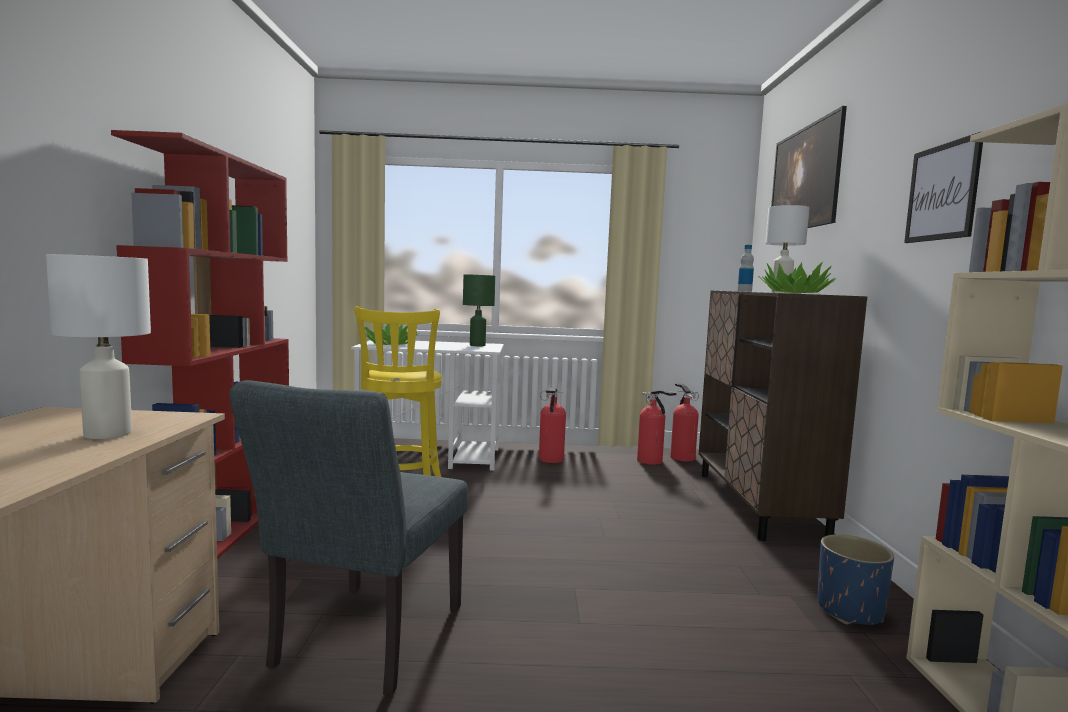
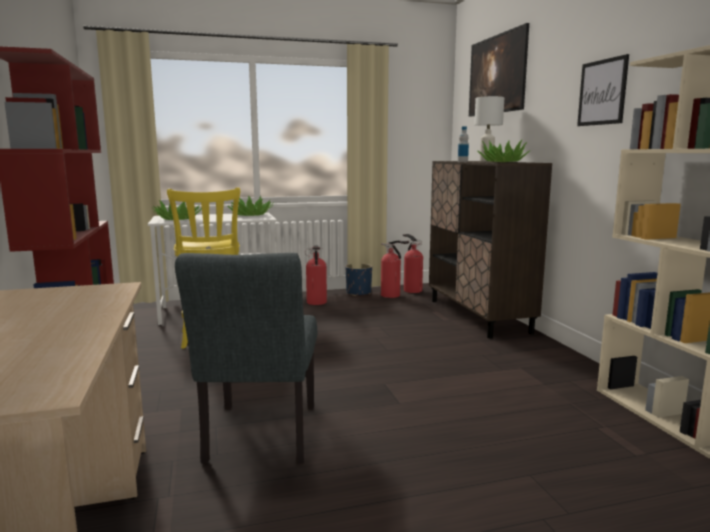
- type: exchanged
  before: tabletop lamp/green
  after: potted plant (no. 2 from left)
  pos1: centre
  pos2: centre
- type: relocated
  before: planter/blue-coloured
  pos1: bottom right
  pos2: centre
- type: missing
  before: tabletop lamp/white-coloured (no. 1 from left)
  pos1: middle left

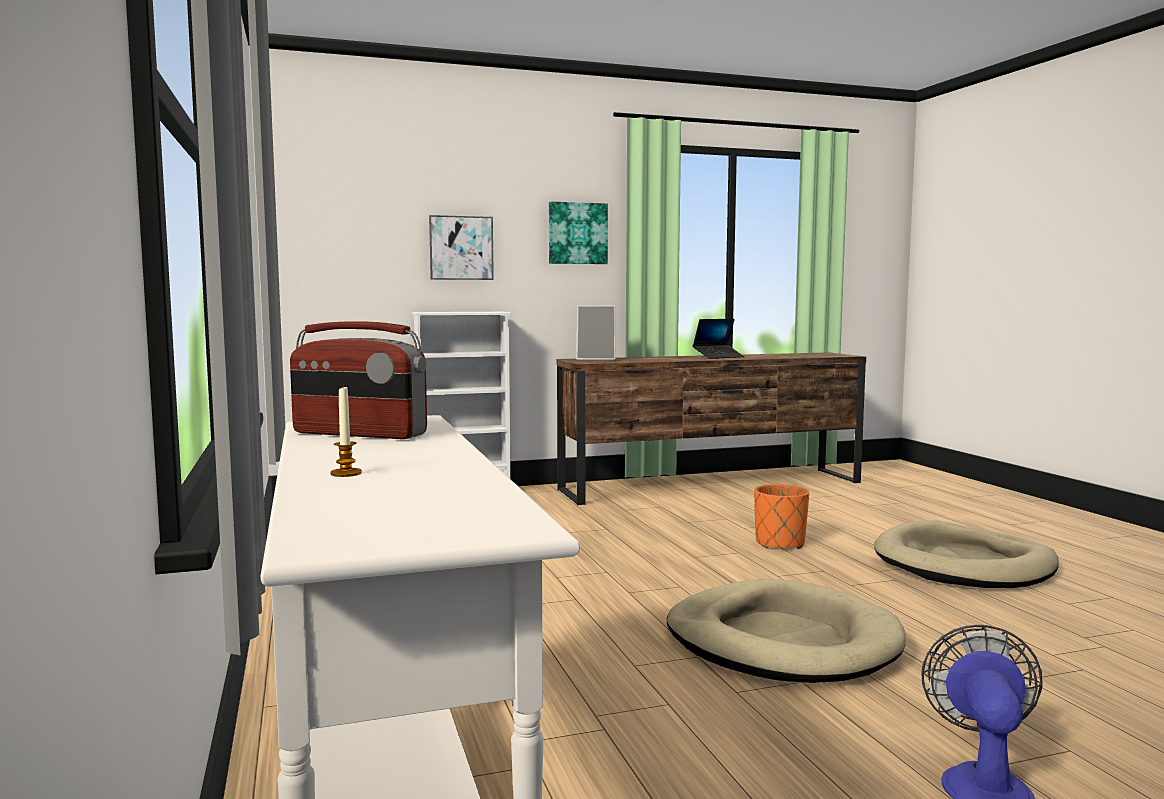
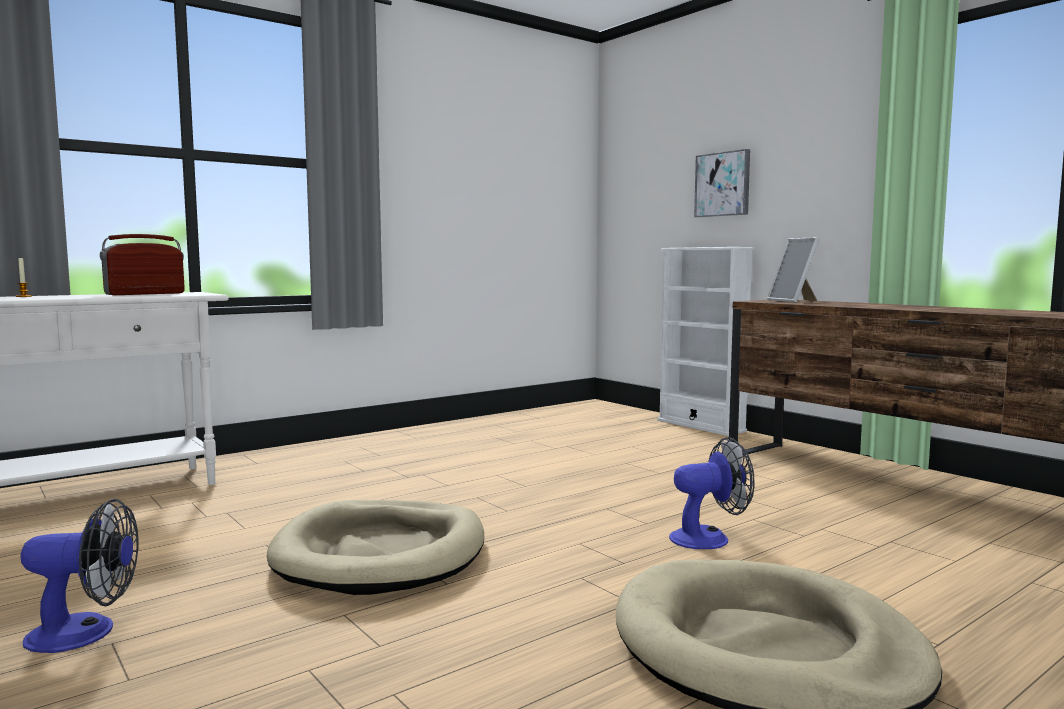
- type: spun
  before: radio
  pos1: middle left
  pos2: middle left
  turn: 45
- type: exchanged
  before: planter/orangey
  after: fan (no. 2 from left)
  pos1: middle right
  pos2: bottom right
- type: missing
  before: wall art (no. 2 from left)
  pos1: top centre
- type: missing
  before: notebook computer
  pos1: centre

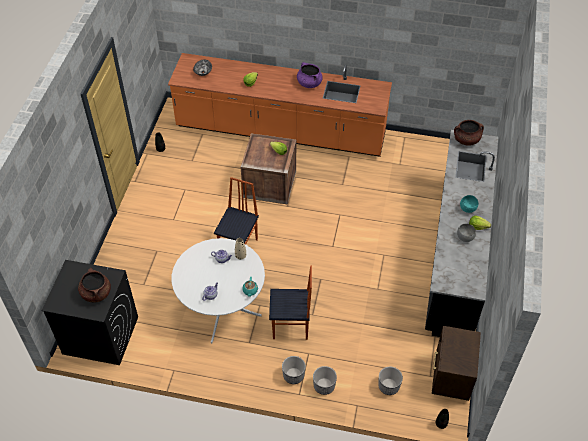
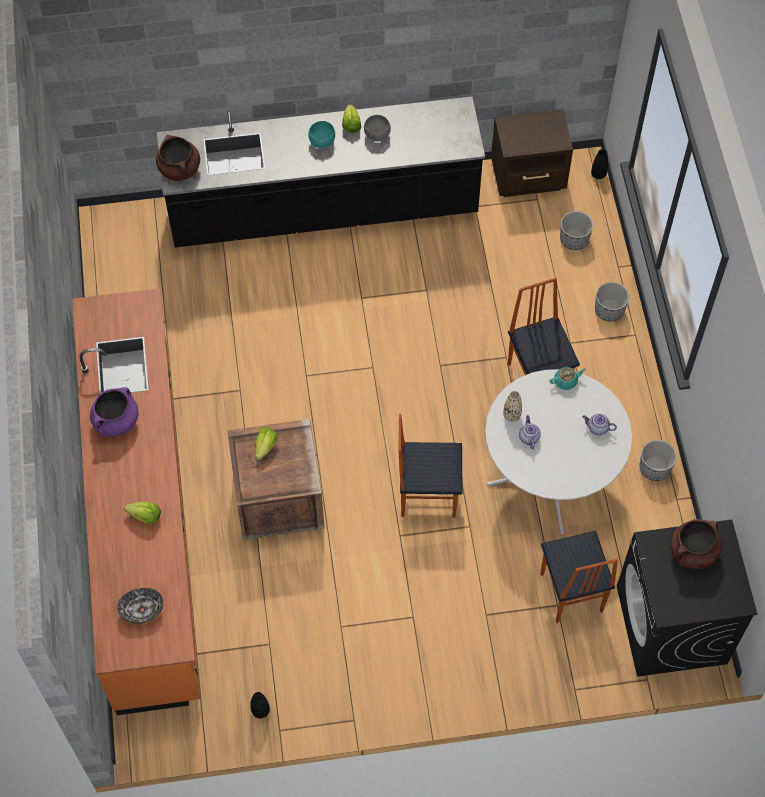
- type: appeared
  after: chair (no. 3 from left)
  pos2: bottom right
- type: relocated
  before: planter (no. 1 from left in the first image)
  after: planter (no. 3 from left)
  pos1: bottom centre
  pos2: middle right

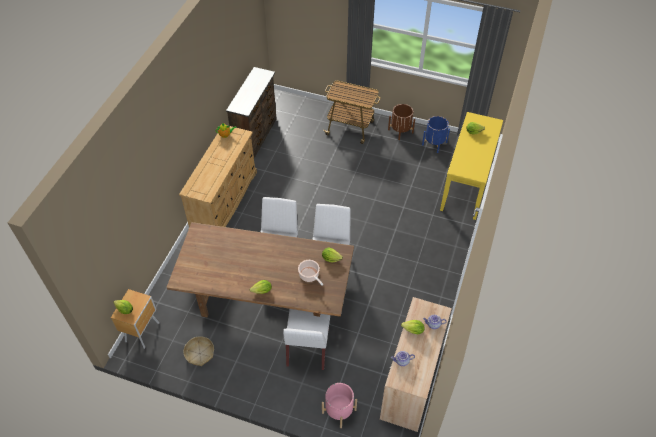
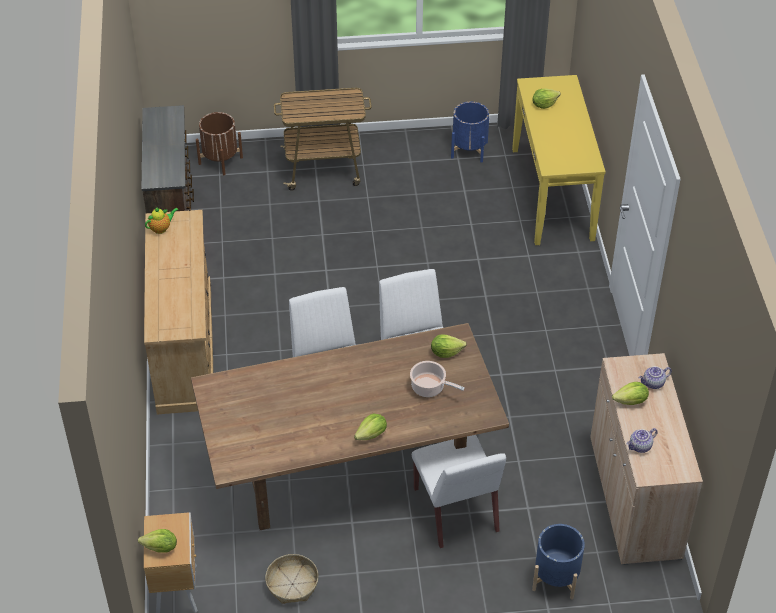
- type: relocated
  before: planter/brownish
  pos1: top centre
  pos2: top left
- type: colour
  before: planter/pinkish
  after: planter/blue-coloured (no. 2 from left)
  pos1: bottom centre
  pos2: bottom right

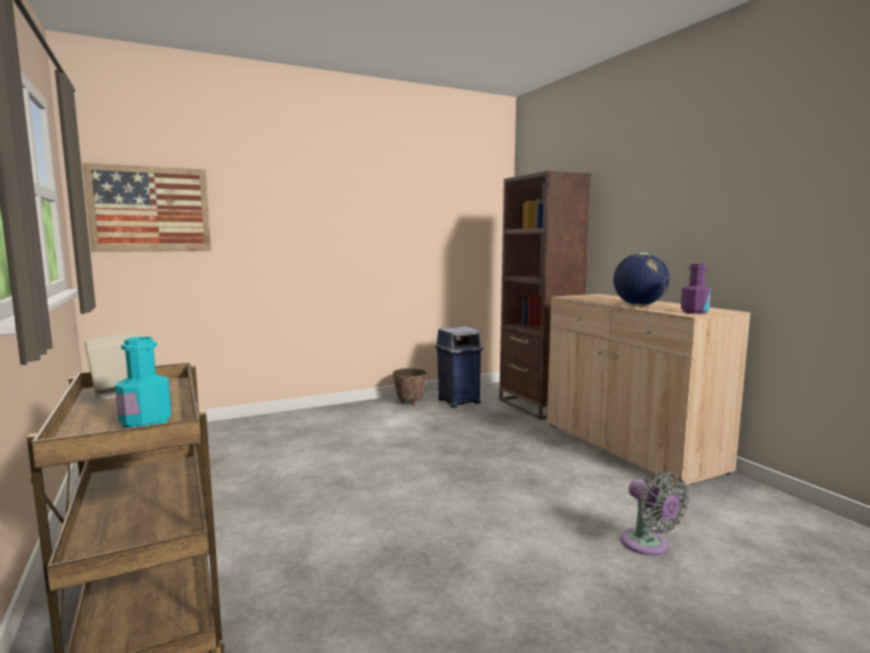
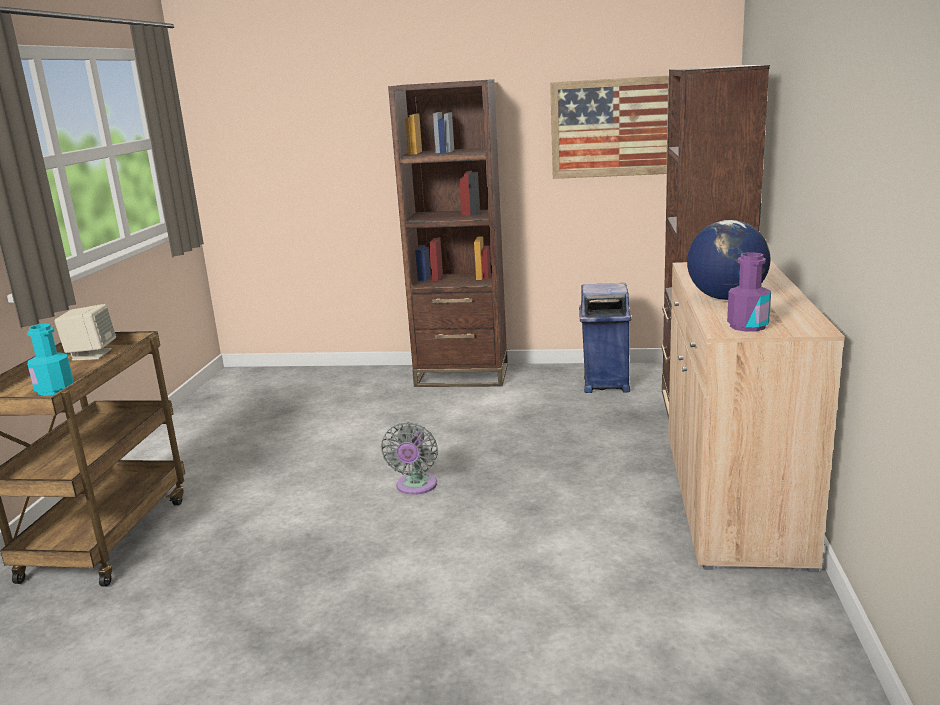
- type: relocated
  before: fan/greyish
  pos1: bottom right
  pos2: centre
- type: appeared
  after: bookshelf/brownish (no. 1 from left)
  pos2: top centre
- type: relocated
  before: wall art
  pos1: top left
  pos2: top centre
- type: missing
  before: planter
  pos1: centre

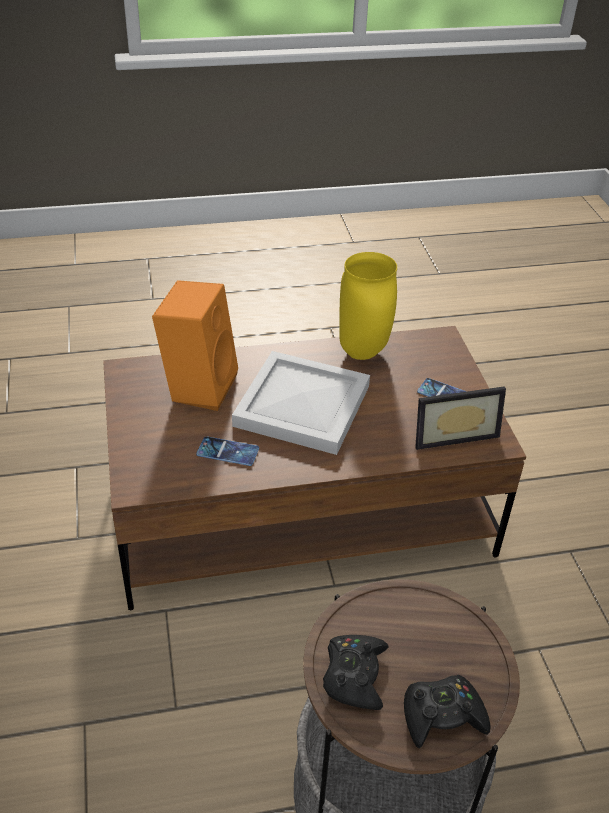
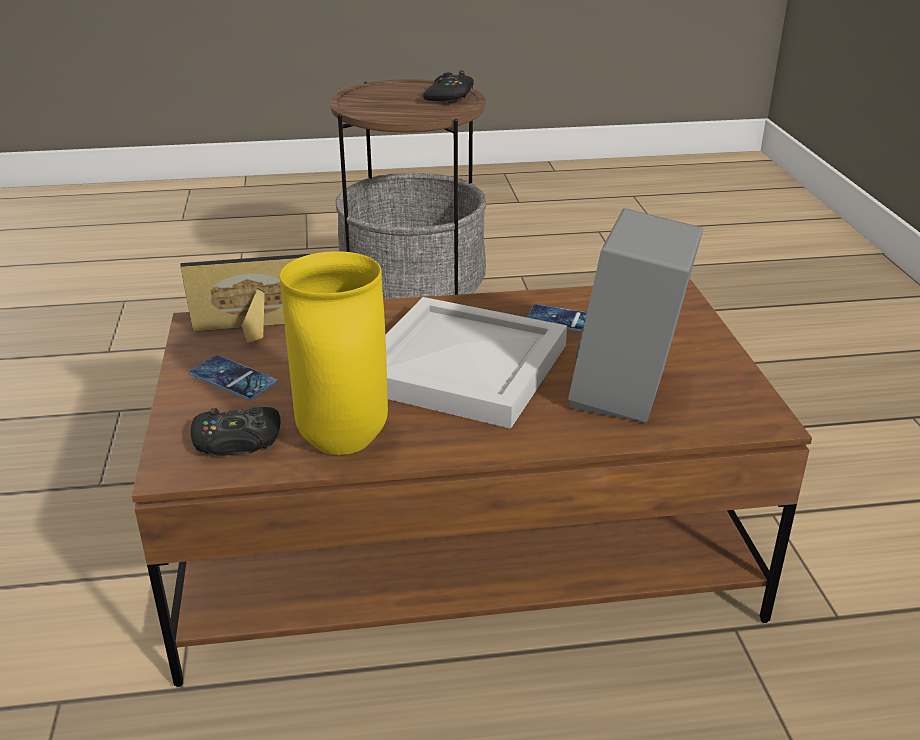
- type: relocated
  before: joypad/blackish (no. 2 from left in the first image)
  after: joypad/blackish (no. 1 from left)
  pos1: bottom right
  pos2: middle left
- type: colour
  before: speaker/orangey
  after: speaker/greyish
  pos1: middle left
  pos2: middle right

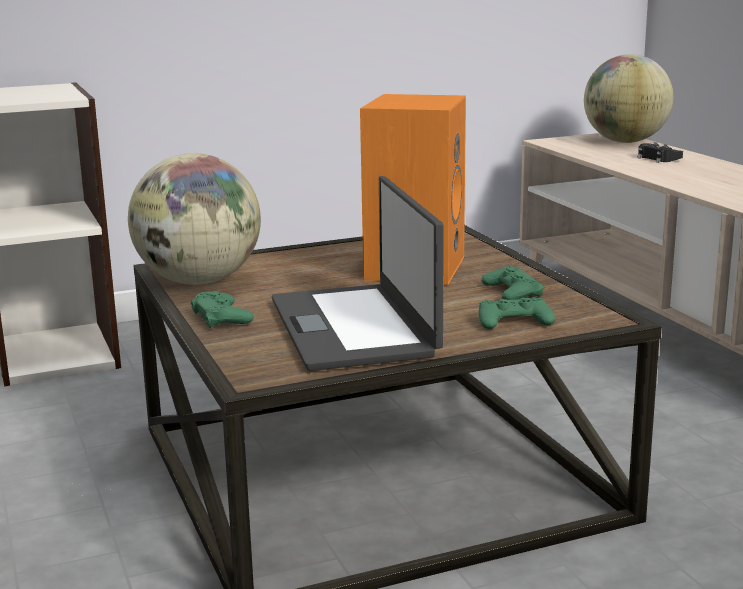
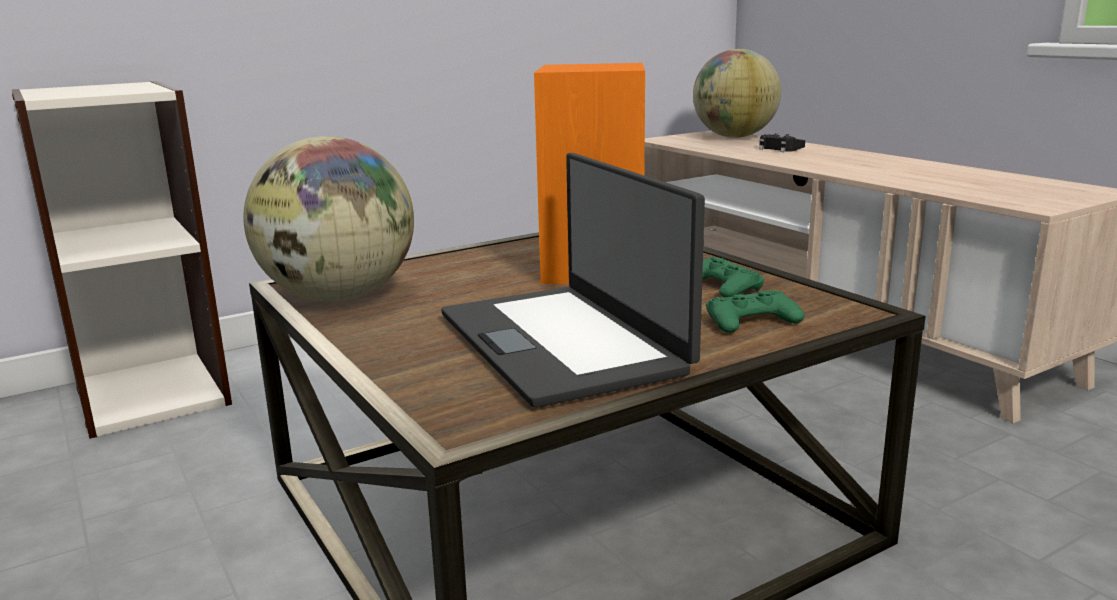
- type: missing
  before: joypad/green (no. 1 from left)
  pos1: middle left

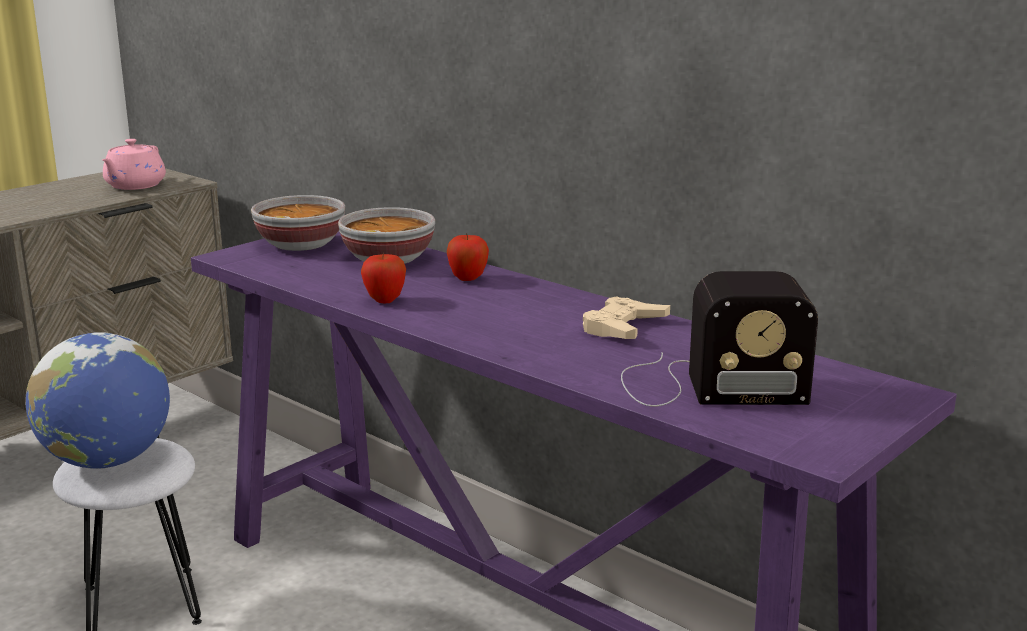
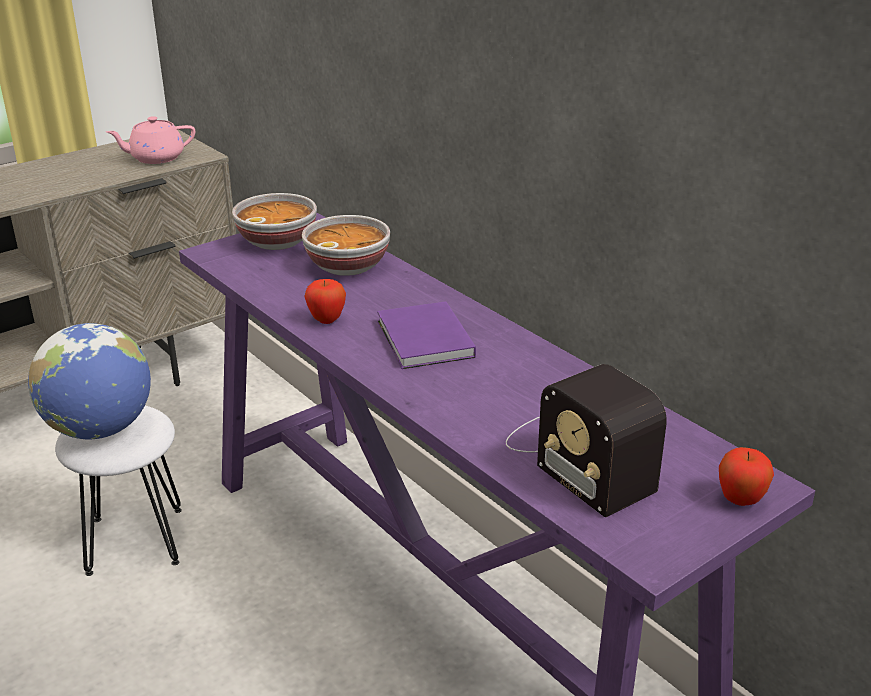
- type: spun
  before: pot for tea/pinkish
  pos1: top left
  pos2: top left
  turn: 45
- type: appeared
  after: bound book/purplish
  pos2: centre
- type: spun
  before: radio
  pos1: middle right
  pos2: middle right
  turn: 45
- type: relocated
  before: whole apple (no. 2 from left)
  pos1: centre
  pos2: bottom right
- type: missing
  before: joypad/beige-coloured
  pos1: centre

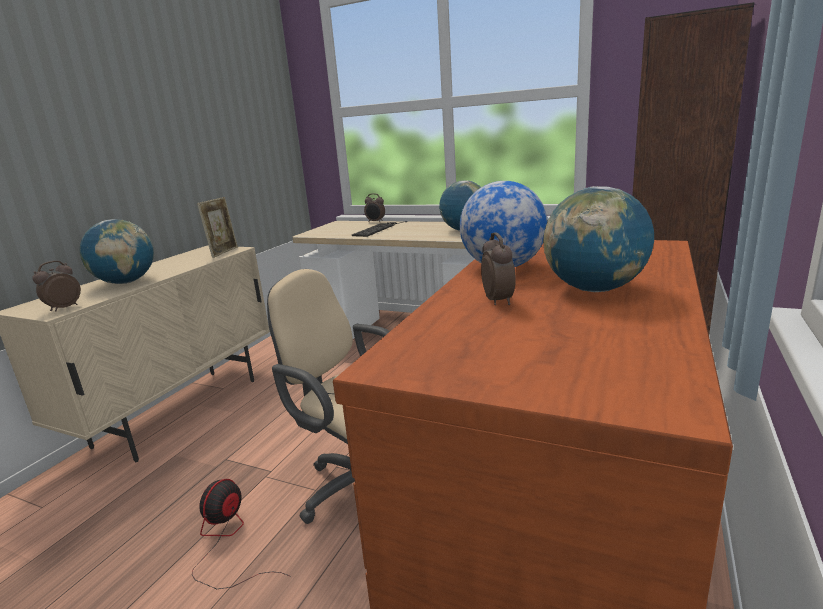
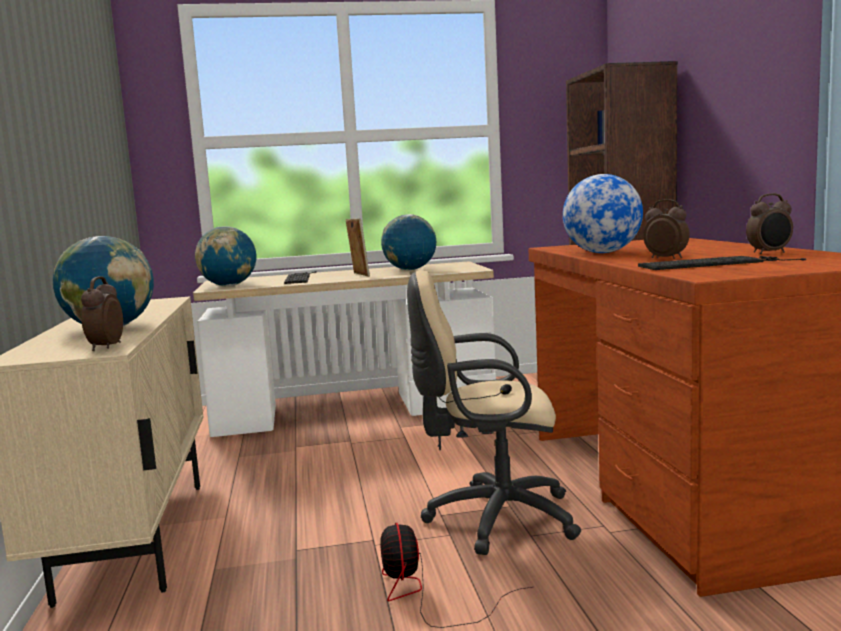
- type: relocated
  before: globe (no. 4 from left in the first image)
  after: globe (no. 2 from left)
  pos1: middle right
  pos2: middle left
- type: relocated
  before: picture frame
  pos1: middle left
  pos2: centre
- type: appeared
  after: keyboard (no. 2 from left)
  pos2: middle right
- type: relocated
  before: table clock (no. 2 from left in the first image)
  after: table clock (no. 3 from left)
  pos1: centre
  pos2: middle right

